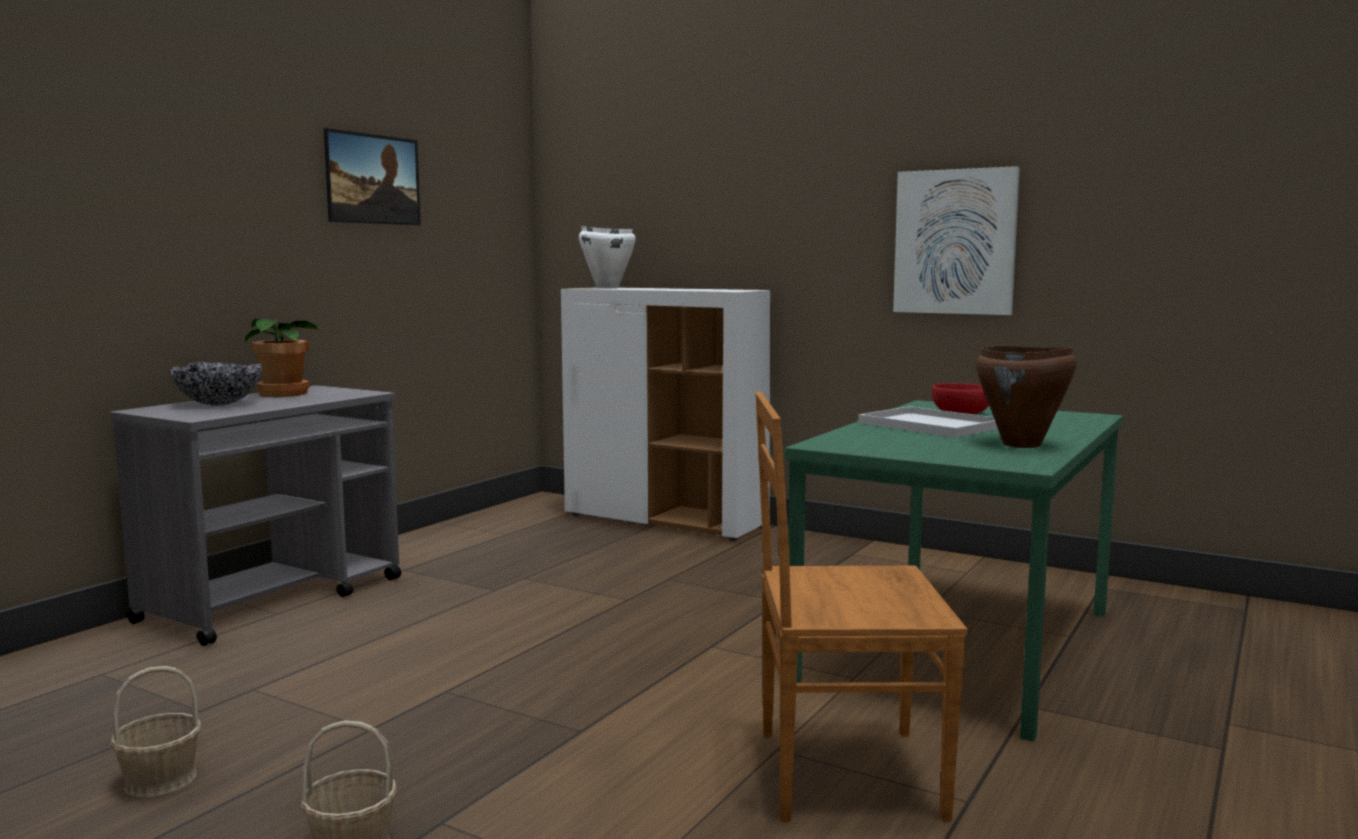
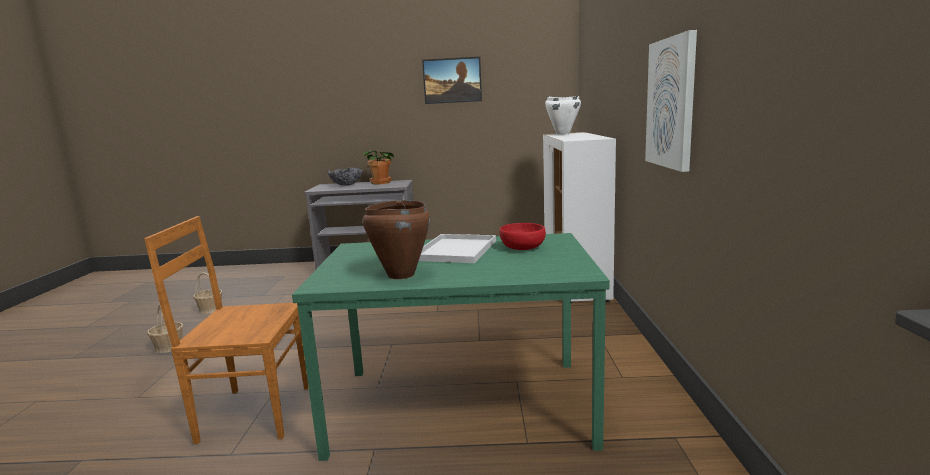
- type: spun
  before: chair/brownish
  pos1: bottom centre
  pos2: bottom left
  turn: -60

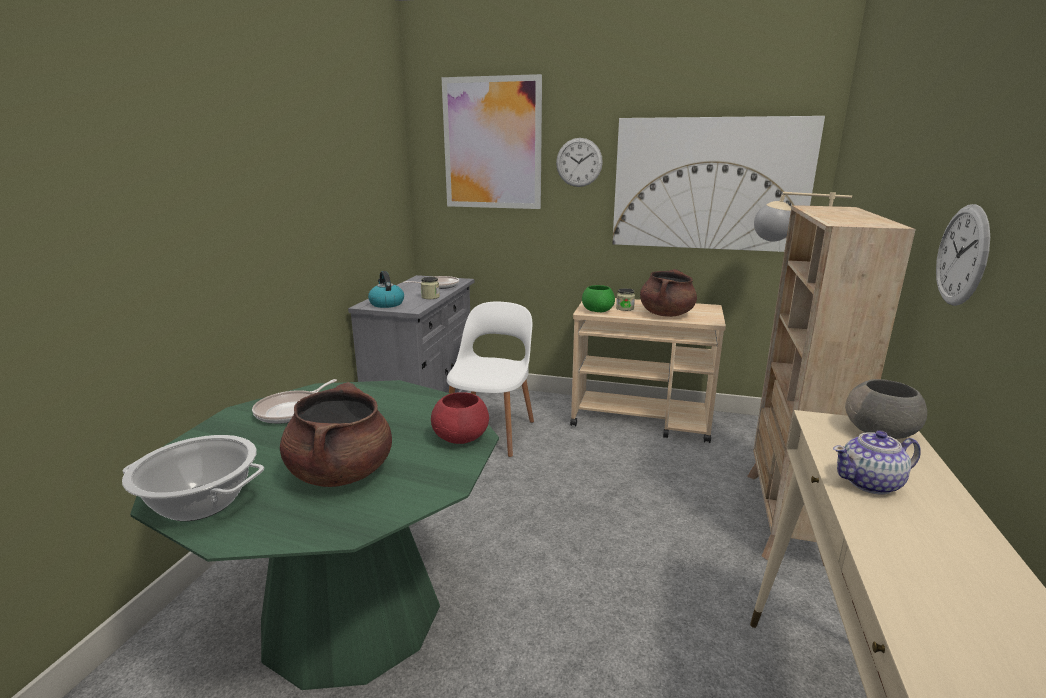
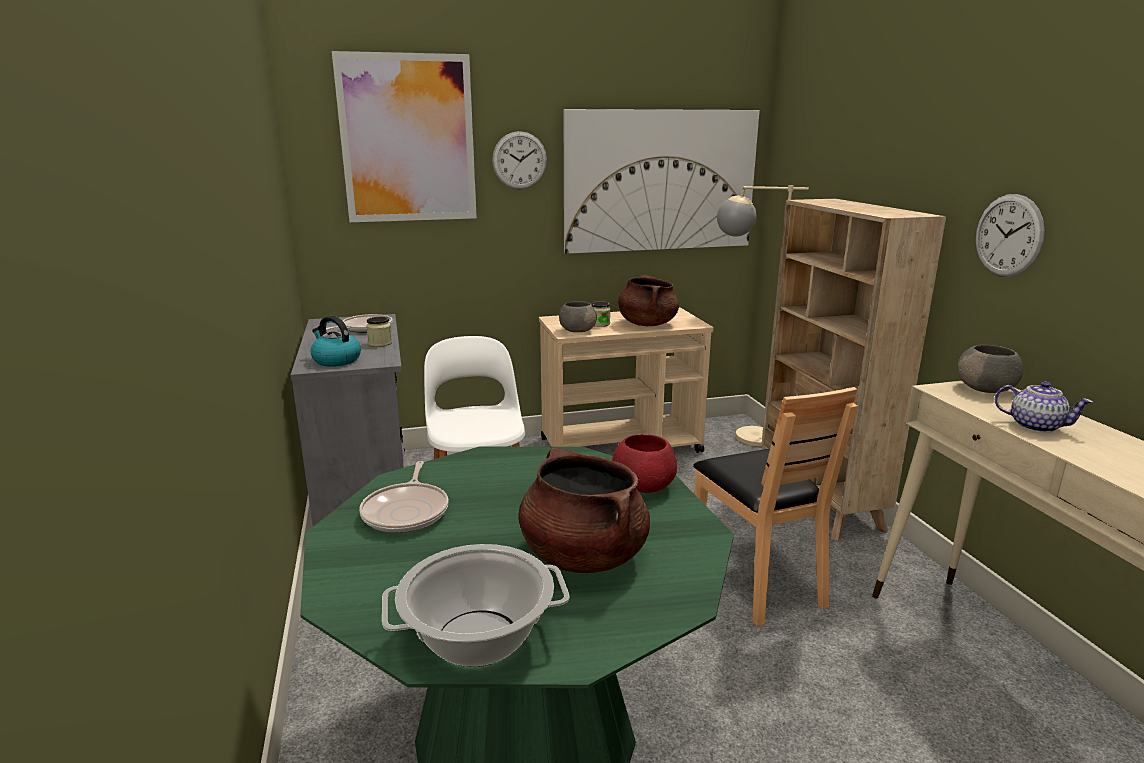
- type: colour
  before: bowl/green
  after: bowl/greyish (no. 1 from left)
  pos1: centre
  pos2: centre
- type: appeared
  after: chair/brownish
  pos2: middle right
- type: spun
  before: pot for tea
  pos1: middle right
  pos2: middle right
  turn: -105

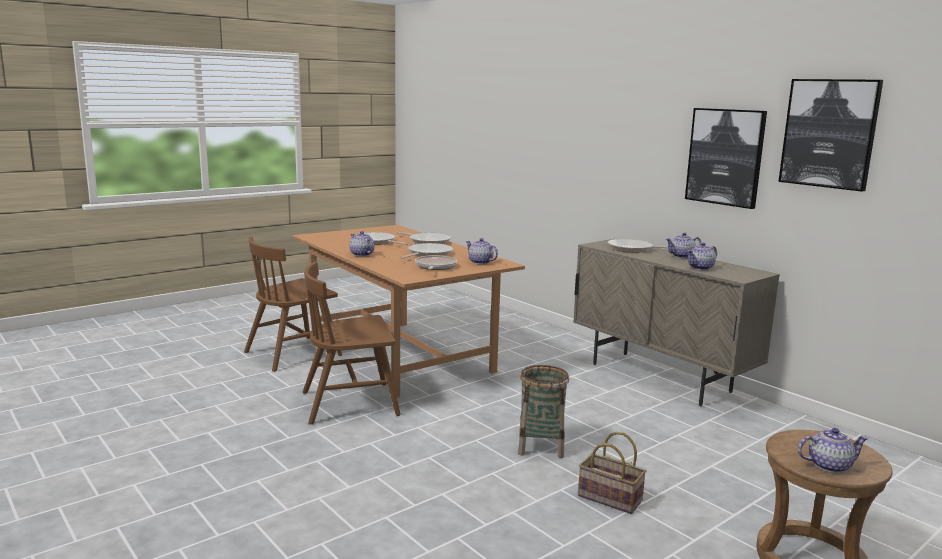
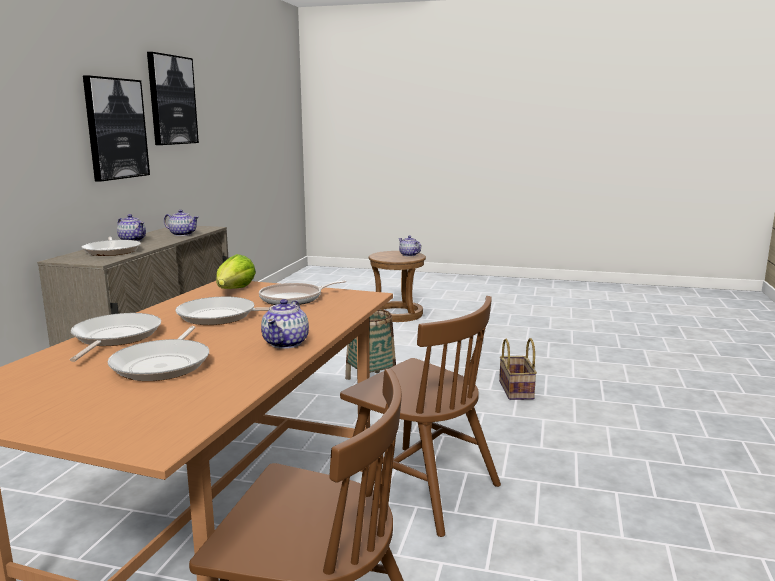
- type: exchanged
  before: pot for tea (no. 2 from left)
  after: lettuce head
  pos1: centre
  pos2: middle left
- type: relocated
  before: storage basket (no. 2 from left)
  pos1: bottom centre
  pos2: middle right

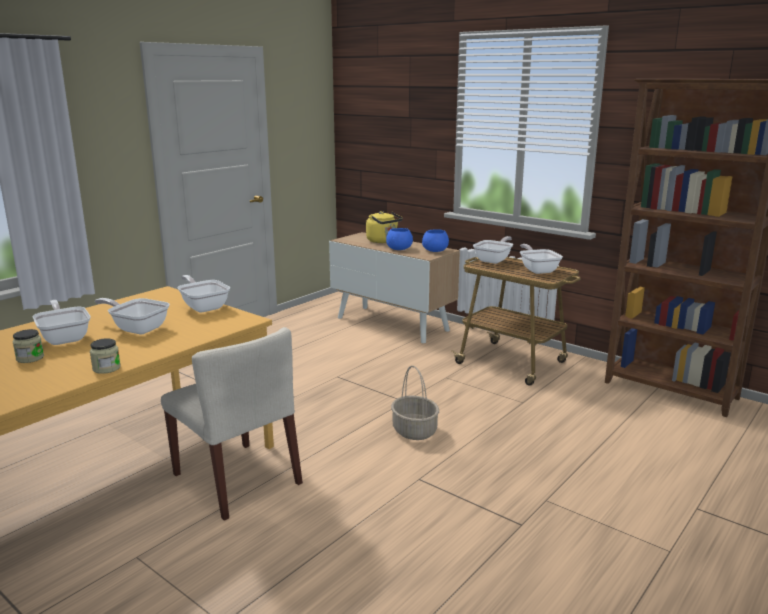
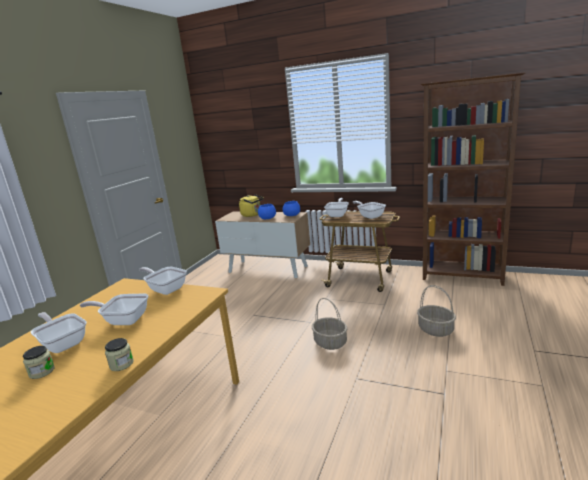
- type: appeared
  after: storage basket (no. 2 from left)
  pos2: middle right
- type: missing
  before: chair/beige-coloured
  pos1: bottom left

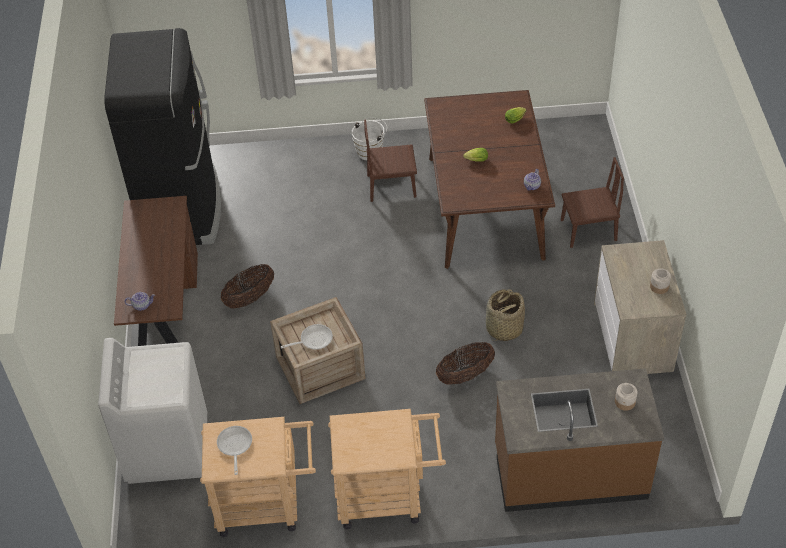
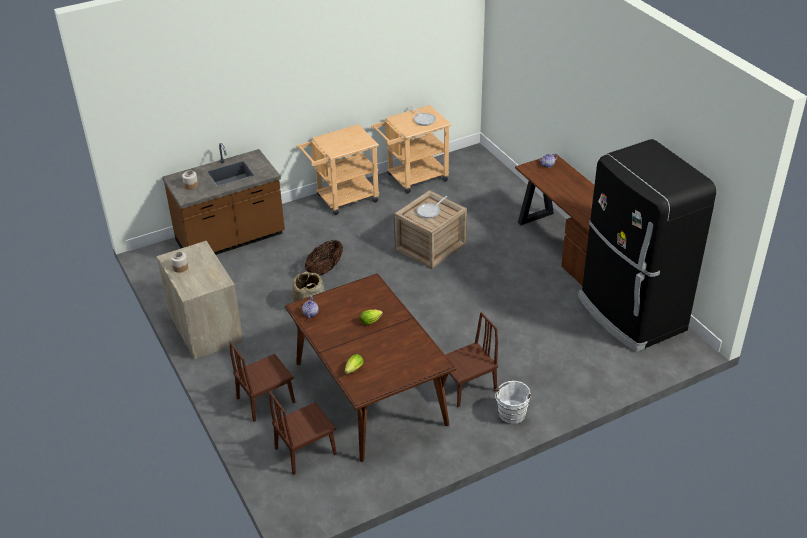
- type: appeared
  after: chair/brownish (no. 2 from left)
  pos2: bottom centre
- type: missing
  before: laundry machine/white-coloured
  pos1: bottom left
- type: missing
  before: storage basket (no. 1 from left)
  pos1: middle left

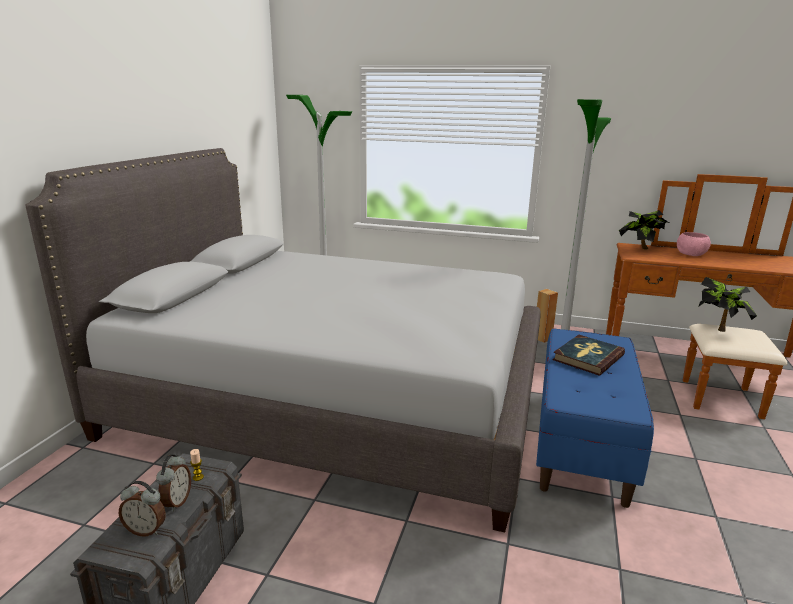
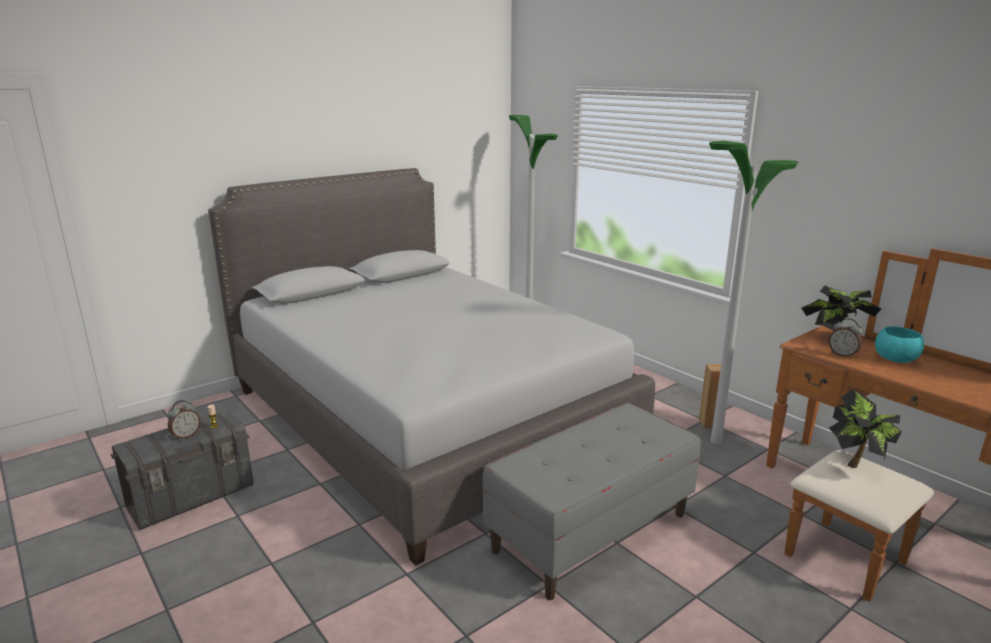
- type: colour
  before: indoor bench/blue-coloured
  after: indoor bench/greyish
  pos1: bottom right
  pos2: bottom centre
- type: relocated
  before: table clock (no. 1 from left in the first image)
  after: table clock (no. 2 from left)
  pos1: bottom left
  pos2: middle right
- type: colour
  before: bowl/pinkish
  after: bowl/turquoise
  pos1: middle right
  pos2: middle right
- type: missing
  before: bound book
  pos1: middle right

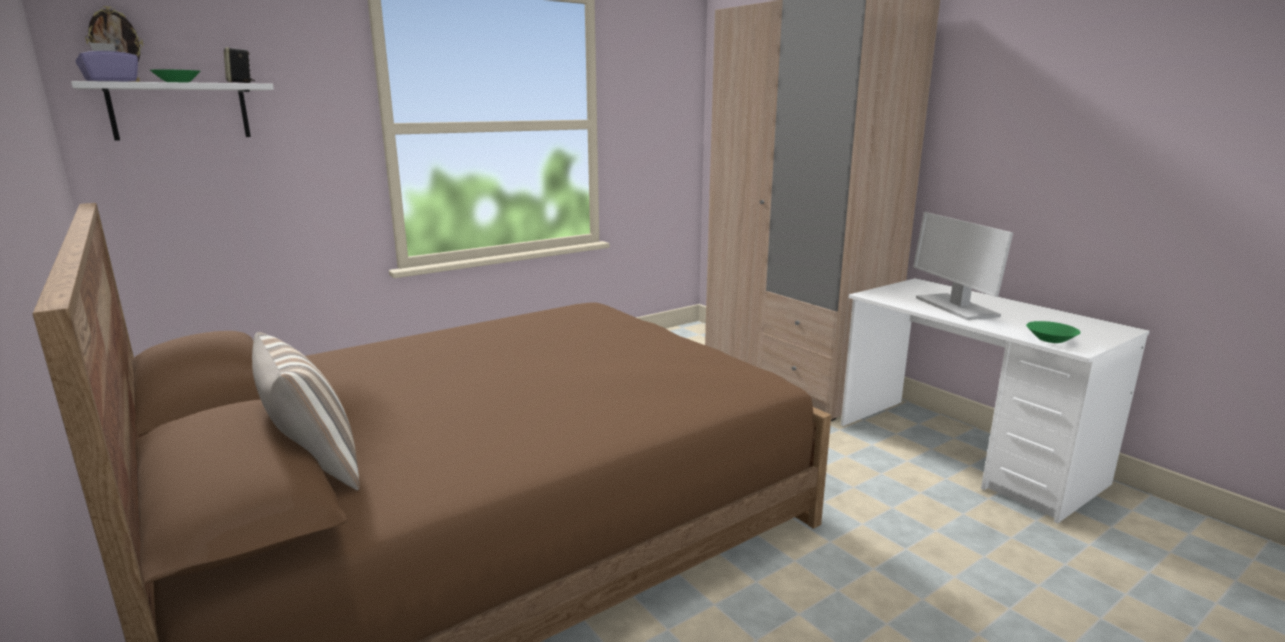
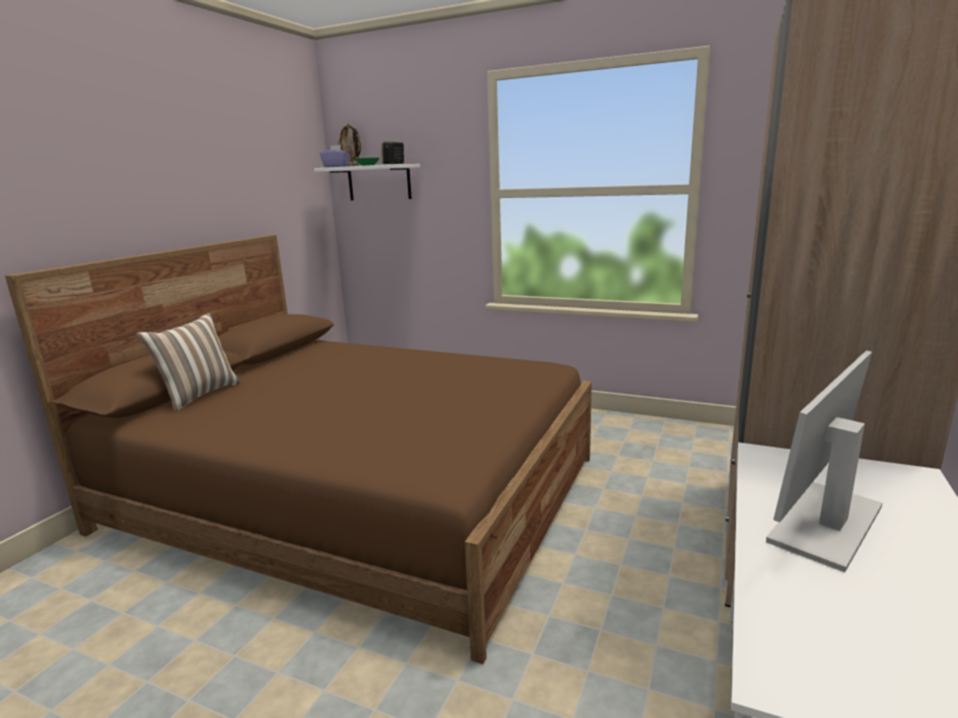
- type: missing
  before: bowl/green (no. 2 from left)
  pos1: middle right

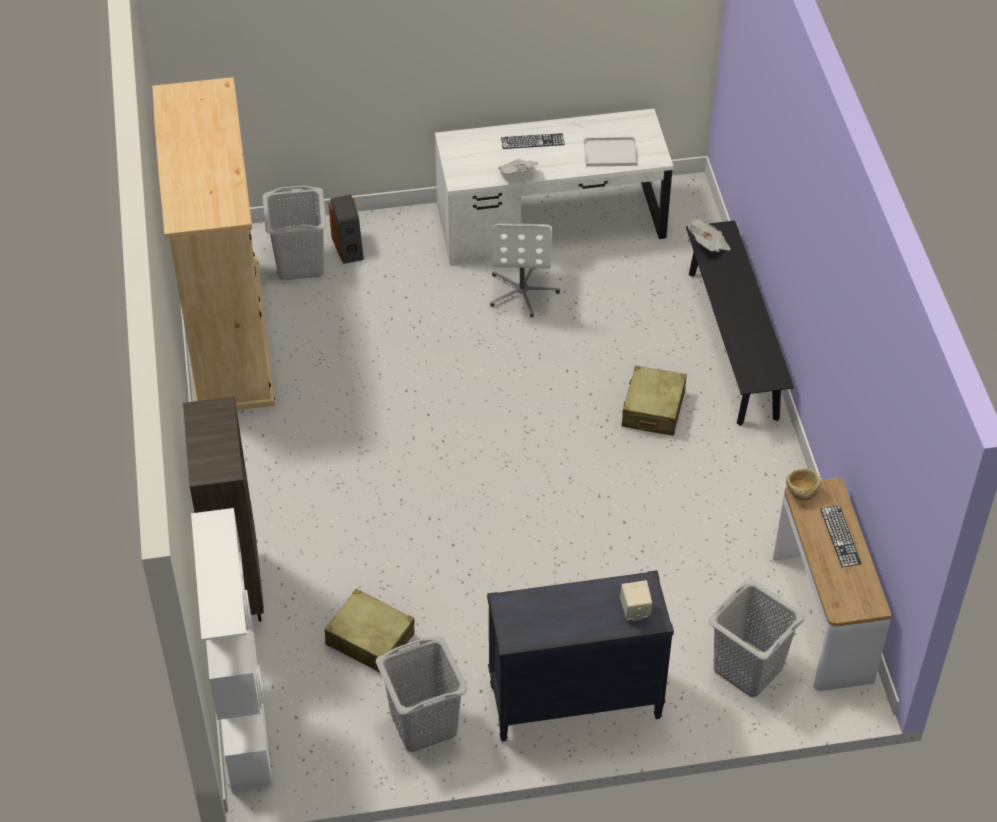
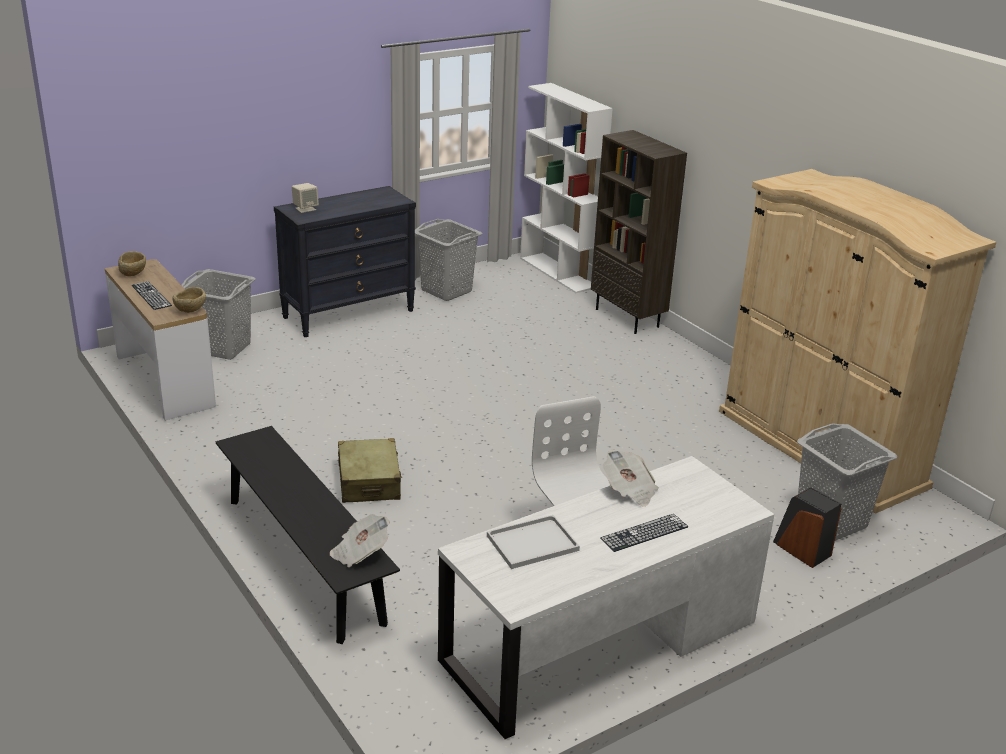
- type: appeared
  after: bowl/beige-coloured (no. 1 from left)
  pos2: middle left
- type: missing
  before: travel case/beige-coloured (no. 1 from left)
  pos1: bottom centre

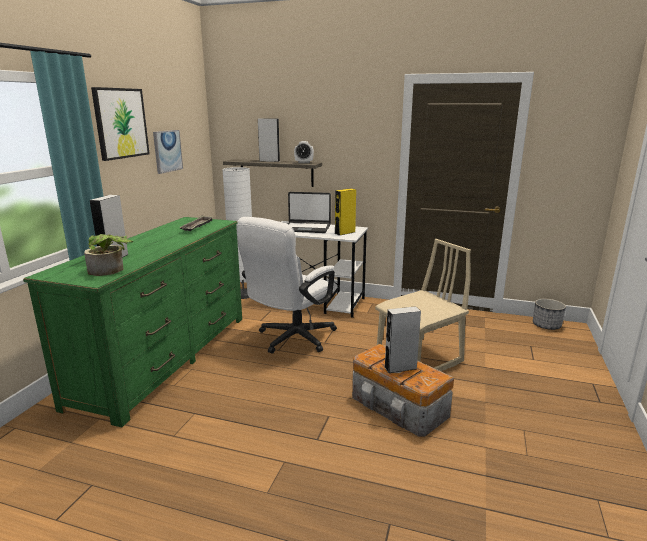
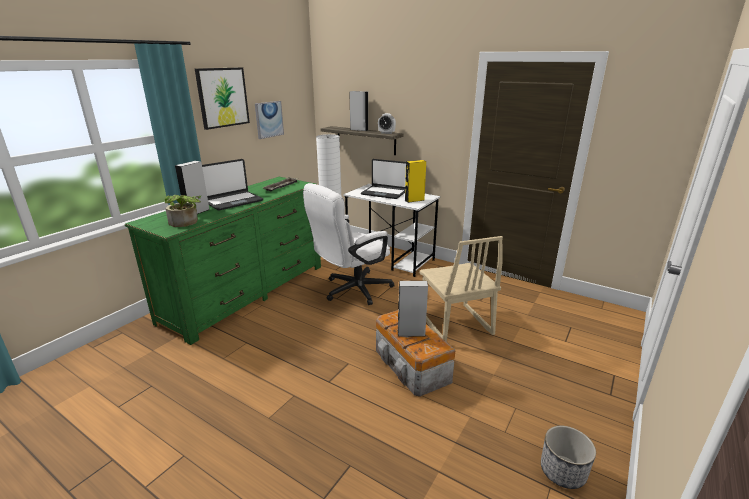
- type: appeared
  after: notebook computer (no. 1 from left)
  pos2: middle left
- type: spun
  before: chair/beige-coloured
  pos1: centre
  pos2: centre
  turn: 90
- type: relocated
  before: planter
  pos1: middle right
  pos2: bottom right

